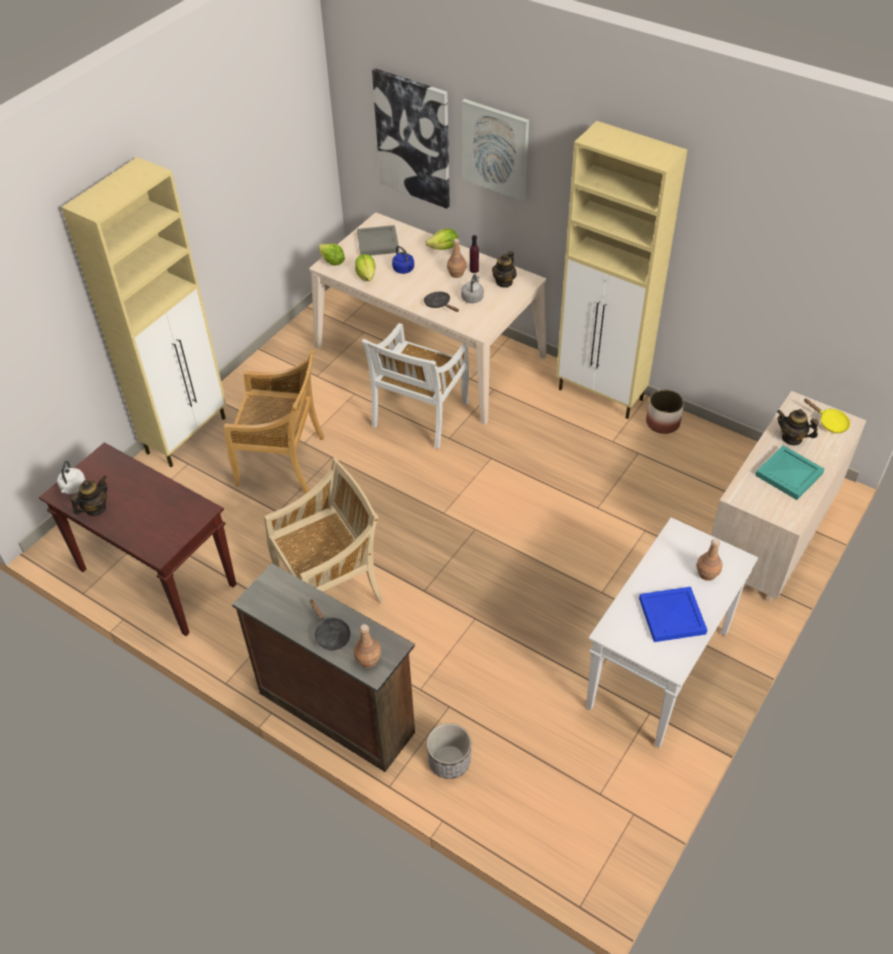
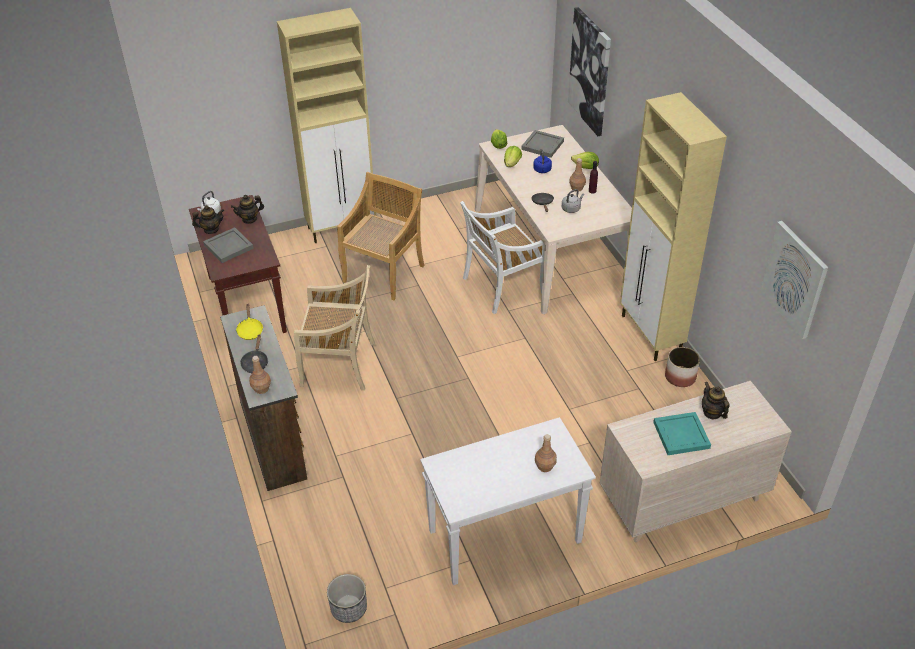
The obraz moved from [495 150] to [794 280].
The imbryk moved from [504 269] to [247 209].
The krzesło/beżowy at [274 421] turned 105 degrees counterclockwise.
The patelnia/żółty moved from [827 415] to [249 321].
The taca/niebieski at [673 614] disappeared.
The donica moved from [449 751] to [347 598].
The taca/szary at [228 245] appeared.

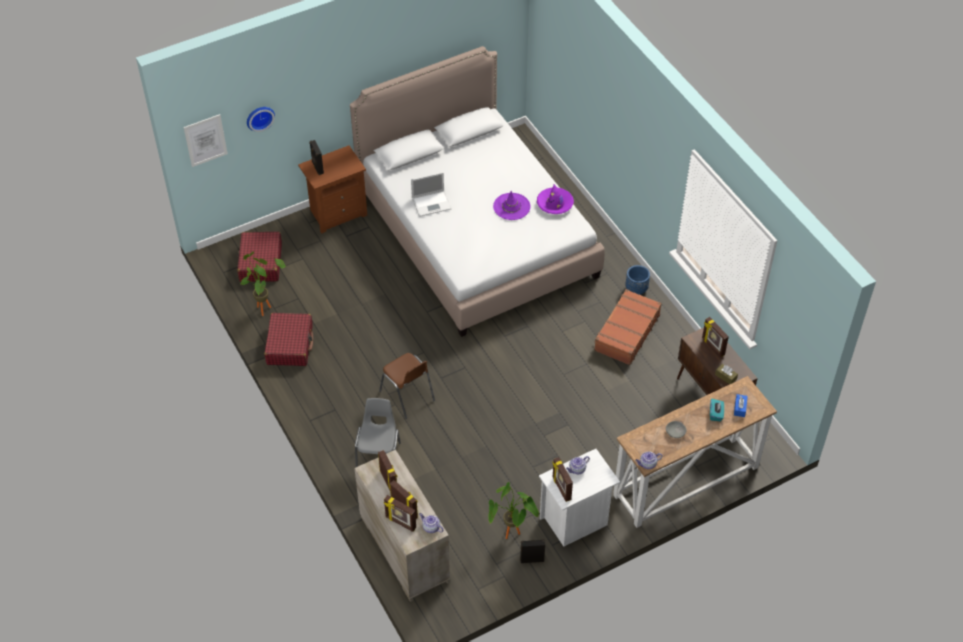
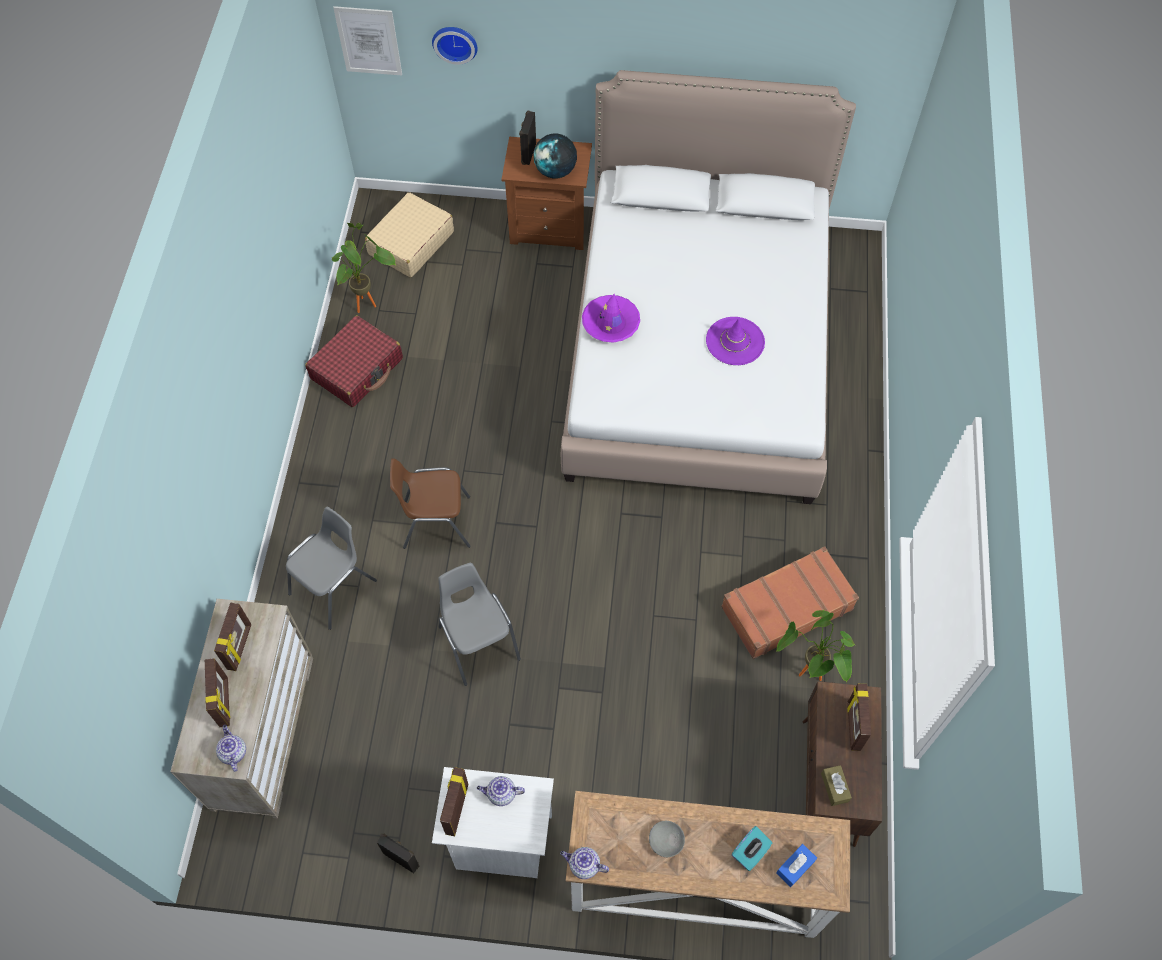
The laptop at [431 194] disappeared.
The kapelusz/fioletowy moved from [555 199] to [611 318].
The walizka/czerwony at [259 256] became the walizka/beżowy at [409 234].
The donica/niebieski at [637 280] disappeared.
The krzesło/brązowy at [407 386] turned 90 degrees clockwise.
The roślina doniczkowa moved from [513 510] to [815 646].
The ramka na zdjęcie at [400 513] disappeared.
The globus at [555 156] appeared.
The krzesło/szary at [479 624] appeared.

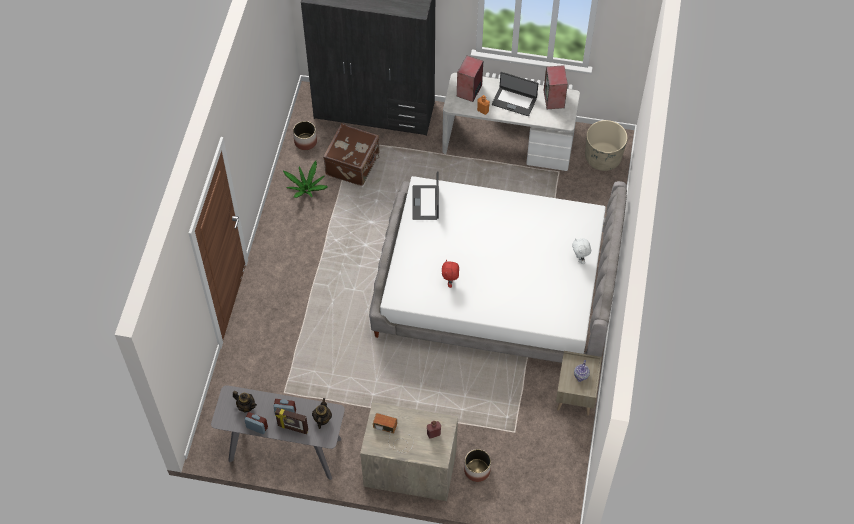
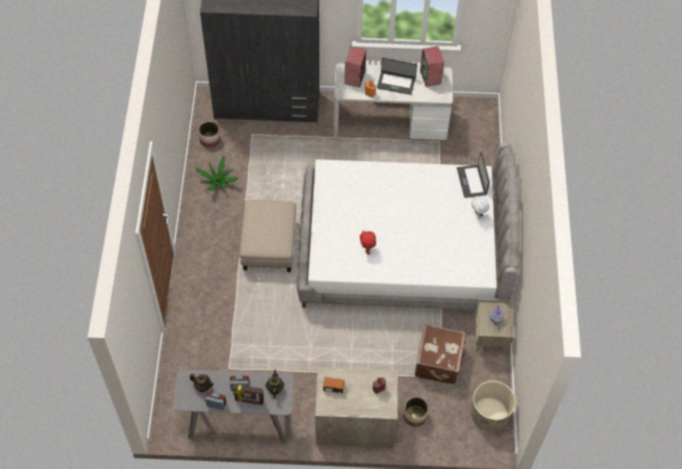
The donica/beżowy moved from [606 145] to [493 406].
The walizka/brązowy moved from [351 154] to [440 354].
The laptop moved from [426 195] to [473 175].
The pufa/beżowy at [267 236] appeared.

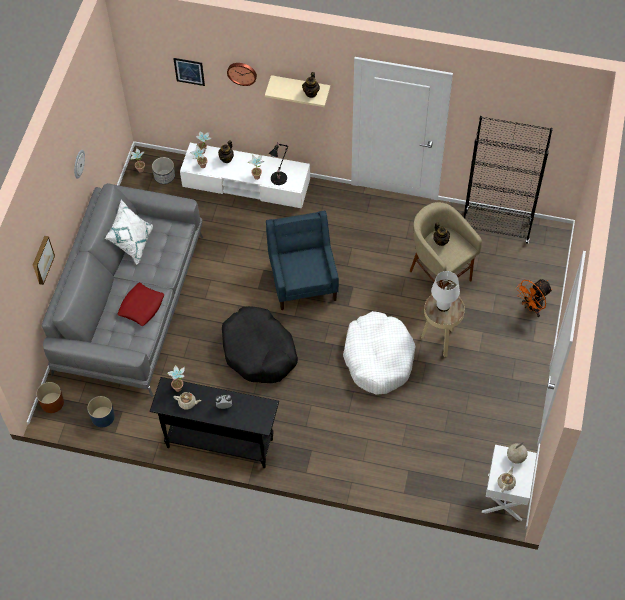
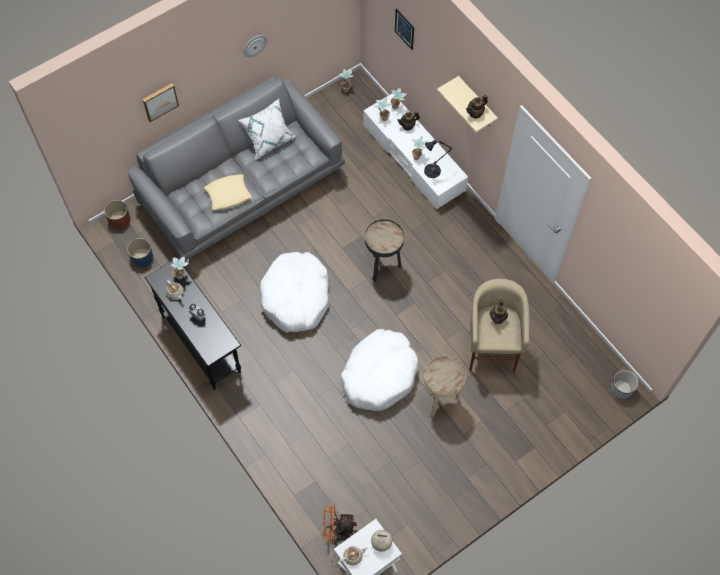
The zegar ścienny at [242 74] disappeared.
The regał/czarny at [508 180] disappeared.
The donica moved from [163 170] to [624 384].
The fotel/niebieski at [302 260] was replaced by the stolik/czarny at [384 250].
The lampa stołowa/biały at [445 291] disappeared.
The wentylator/pomarańczowy moved from [534 298] to [340 524].
The poduszka/czerwony at [140 304] became the poduszka/beżowy at [228 192].
The legowisko/czarny at [260 344] became the legowisko/biały at [294 292].

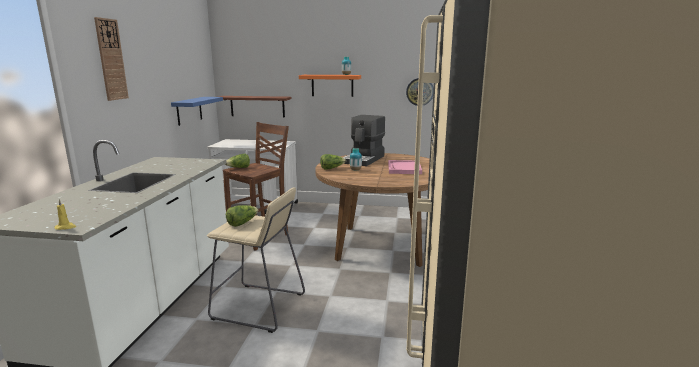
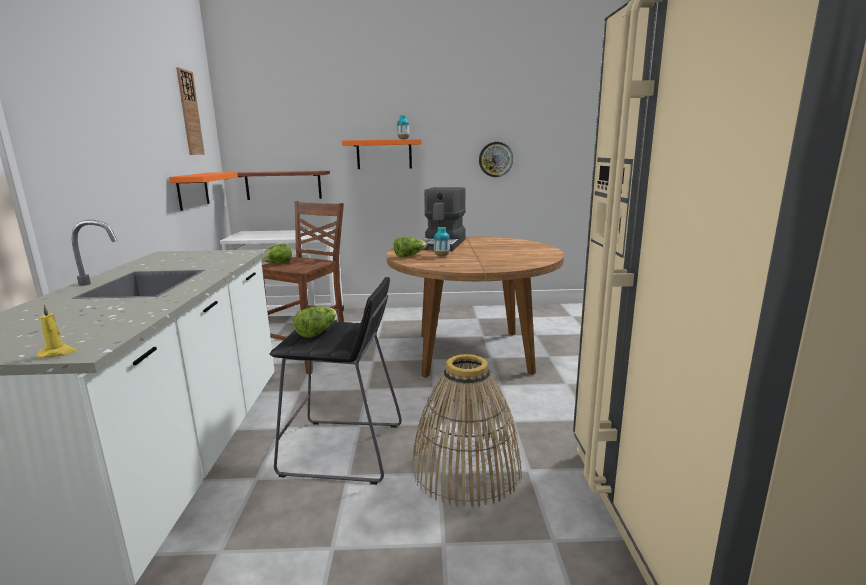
The zegar ścienny moved from [111 59] to [190 111].
The półka/niebieski at [197 111] became the półka/pomarańczowy at [203 191].
The taca/różowy at [405 167] disappeared.
The stołek/beżowy at [256 260] became the stołek/czarny at [336 381].
The koszyk at [467 430] appeared.

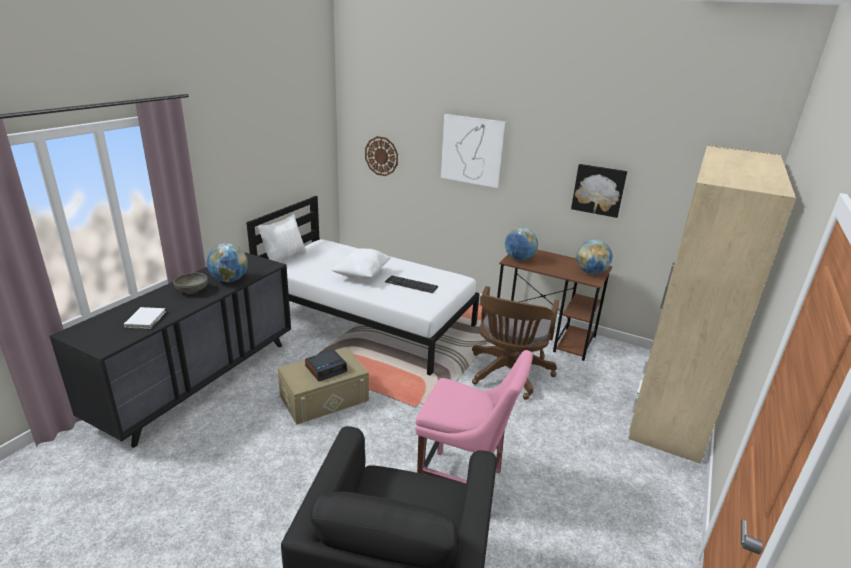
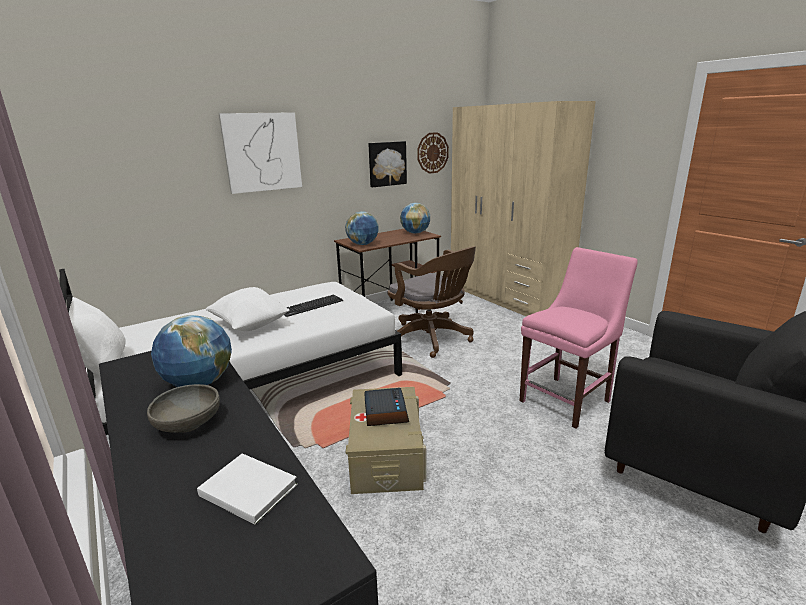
The zegar ścienny moved from [381 156] to [433 153].

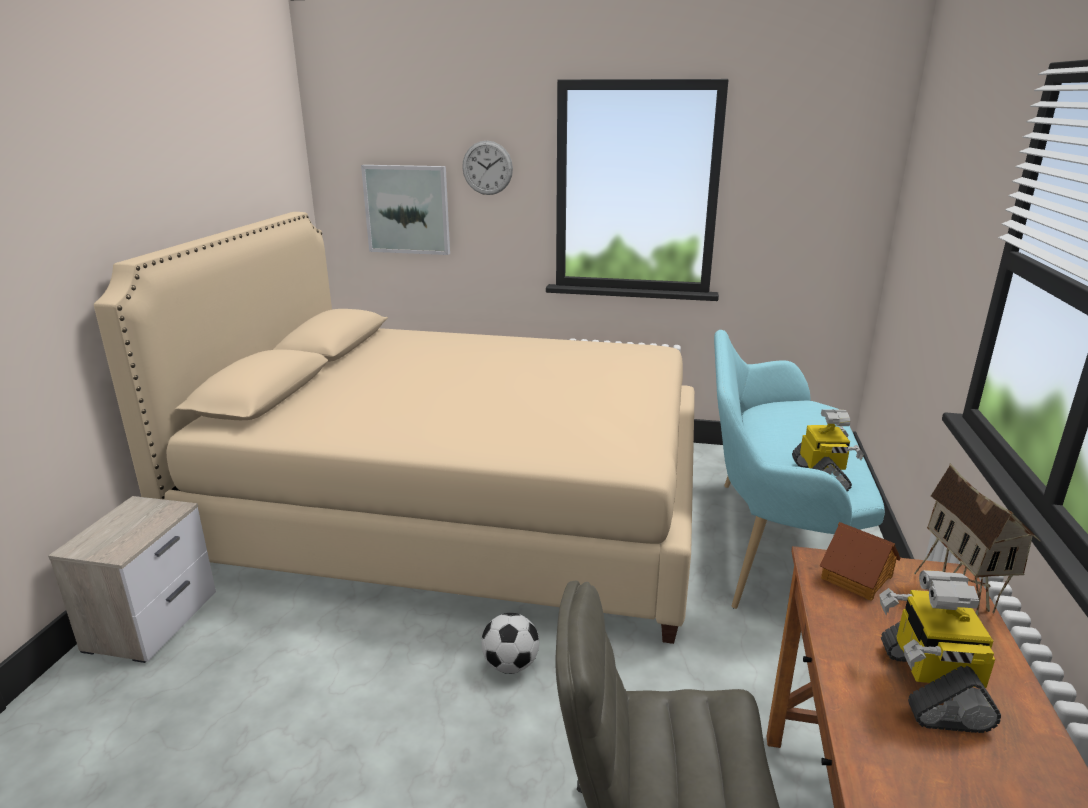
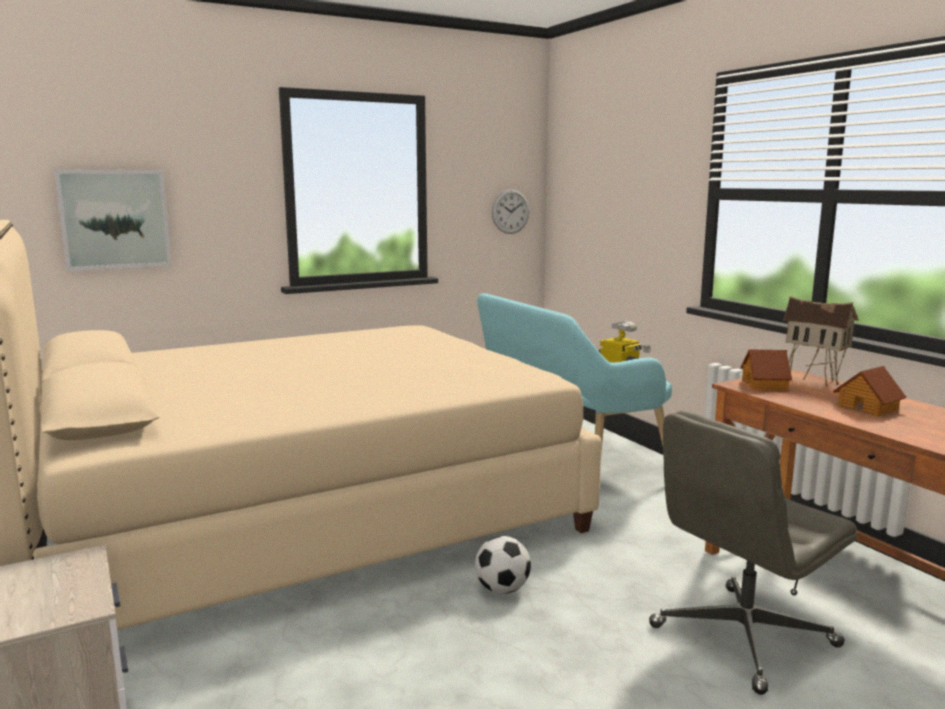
The zegar ścienny moved from [487 168] to [510 211].
The robot zabawkowy at [940 651] was replaced by the domek at [870 391].

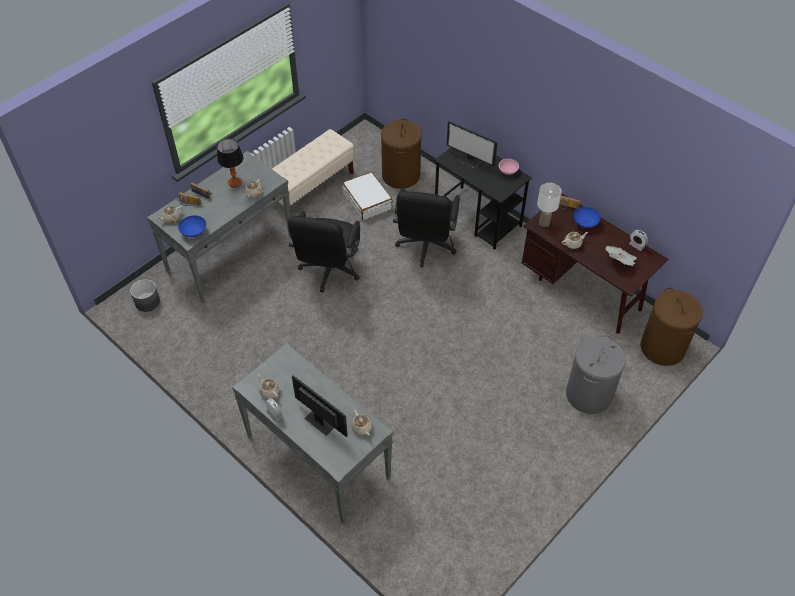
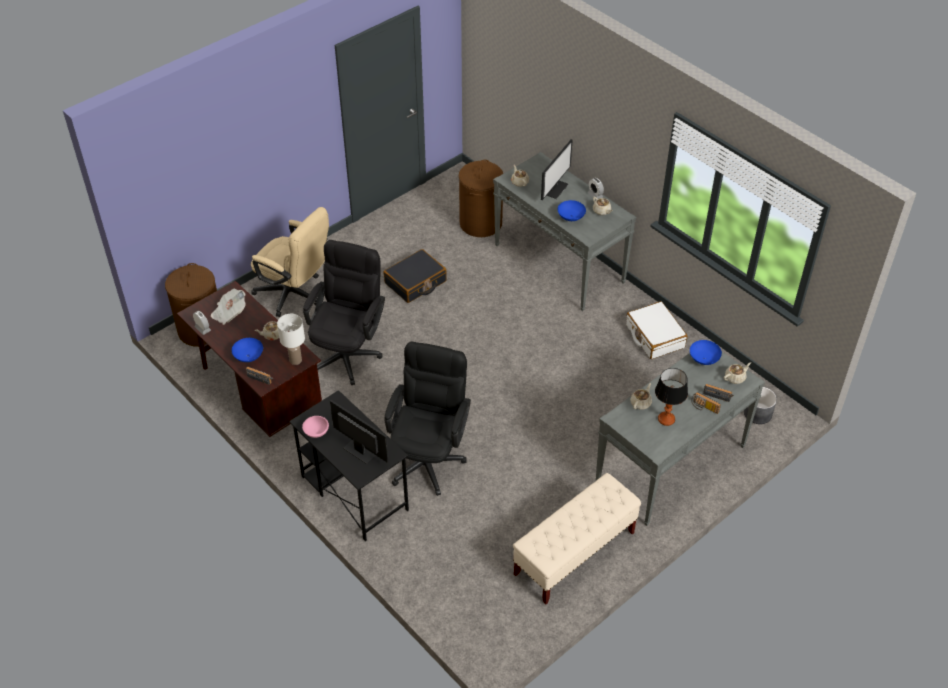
The kosz na pranie/brązowy moved from [401 153] to [481 198].
The walizka/biały moved from [367 196] to [657 330].
The krzesło biurowe/czarny moved from [324 252] to [344 312].
The kosz na pranie/szary at [596 374] was replaced by the krzesło biurowe/beżowy at [290 262].
The monitor at [320 406] turned 105 degrees counterclockwise.
The miska/niebieski at [571 210] appeared.
The walizka/czarny at [415 276] appeared.

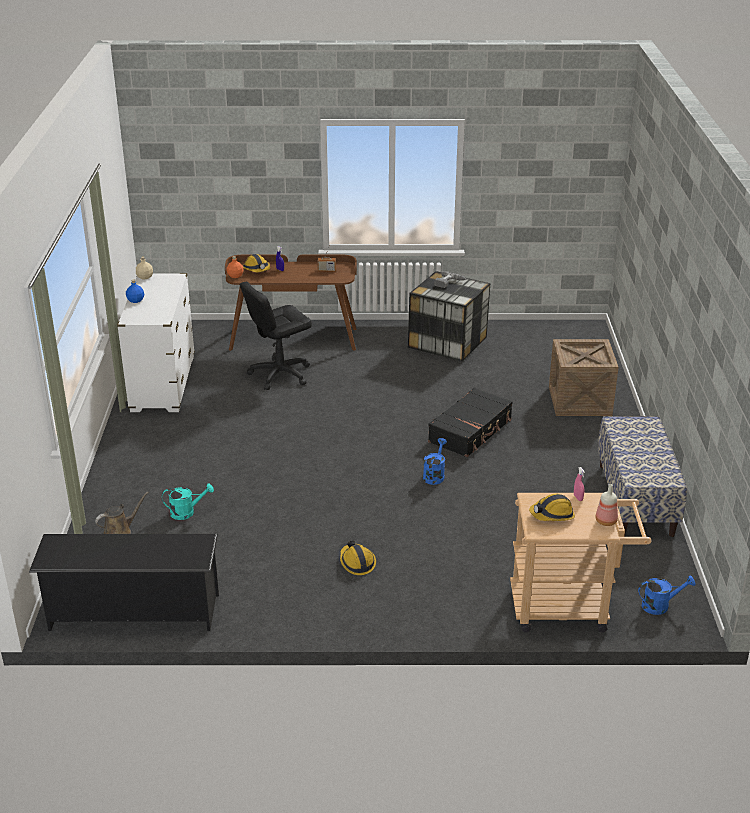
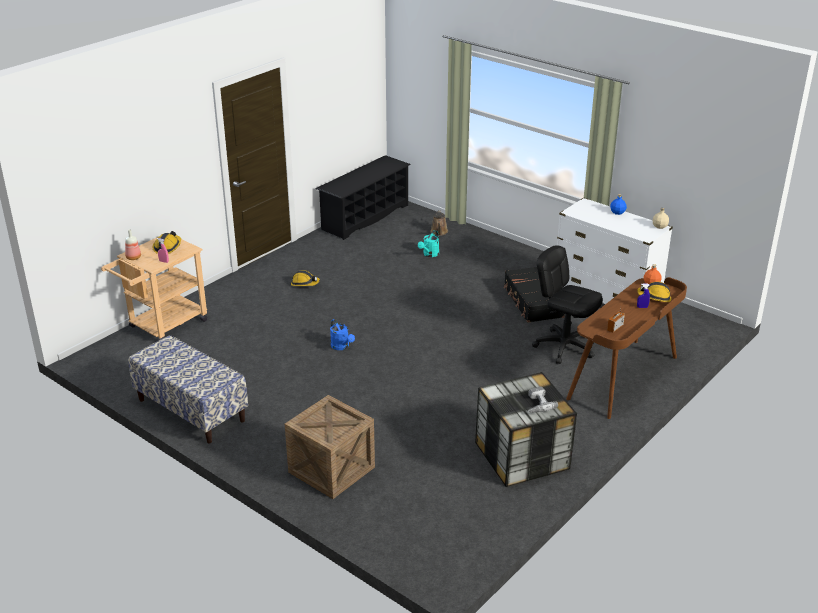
The krzesło biurowe/czarny at [276 335] turned 60 degrees counterclockwise.
The walizka/czarny moved from [470 422] to [534 295].
The konewka/niebieski at [667 595] disappeared.

